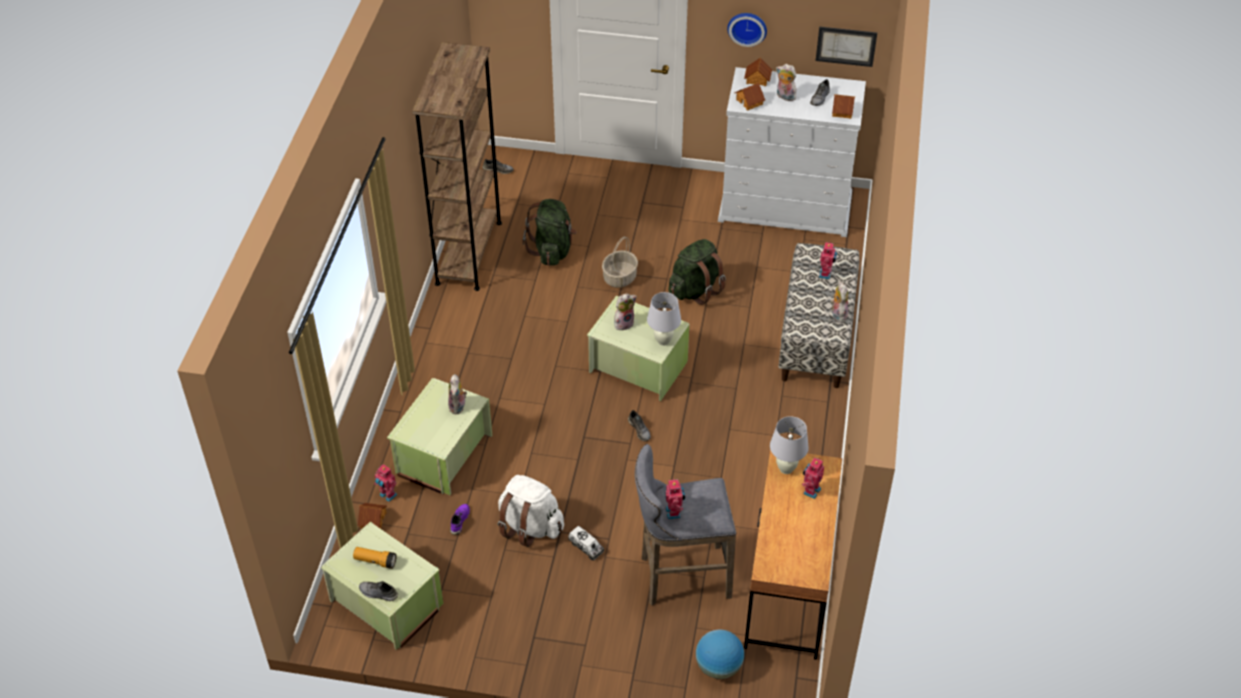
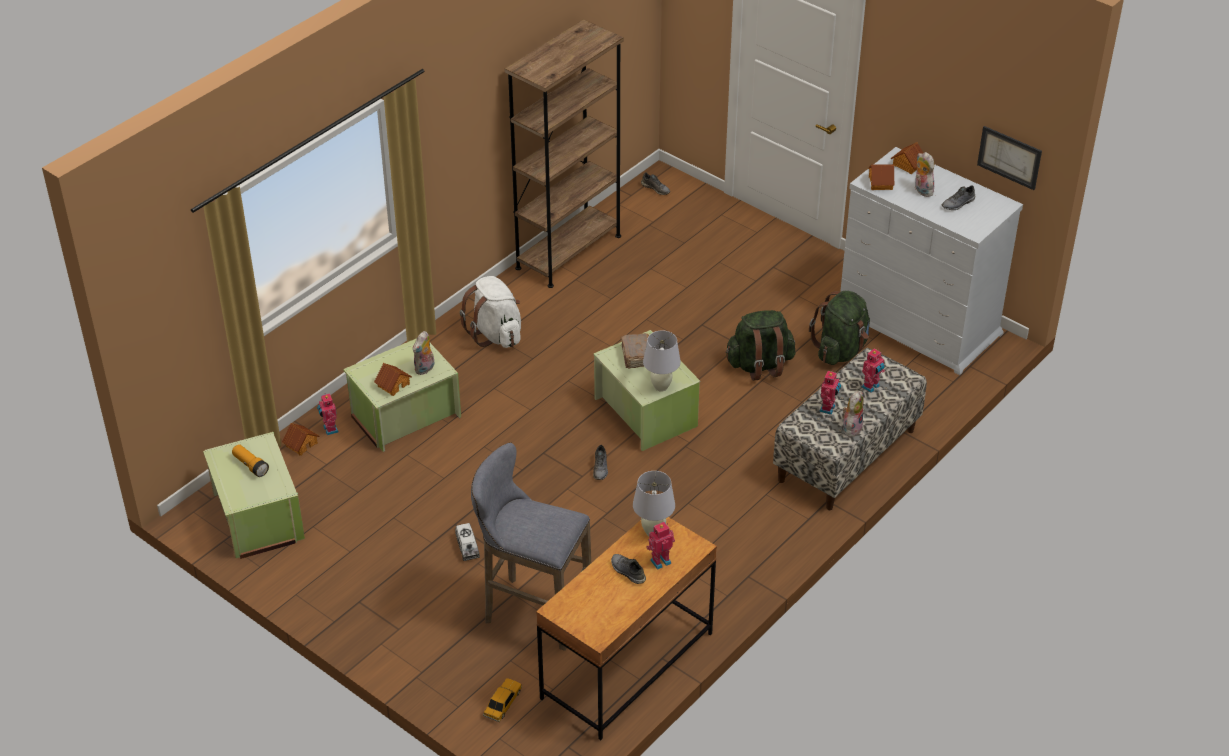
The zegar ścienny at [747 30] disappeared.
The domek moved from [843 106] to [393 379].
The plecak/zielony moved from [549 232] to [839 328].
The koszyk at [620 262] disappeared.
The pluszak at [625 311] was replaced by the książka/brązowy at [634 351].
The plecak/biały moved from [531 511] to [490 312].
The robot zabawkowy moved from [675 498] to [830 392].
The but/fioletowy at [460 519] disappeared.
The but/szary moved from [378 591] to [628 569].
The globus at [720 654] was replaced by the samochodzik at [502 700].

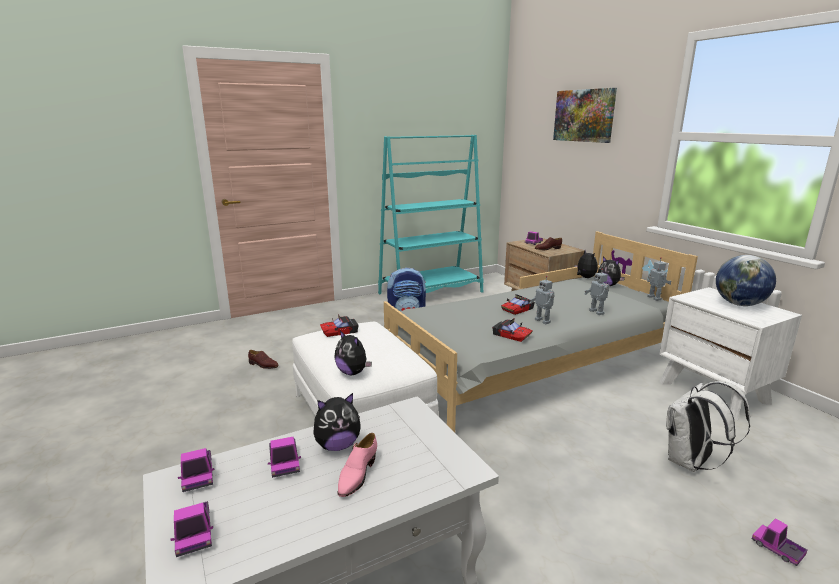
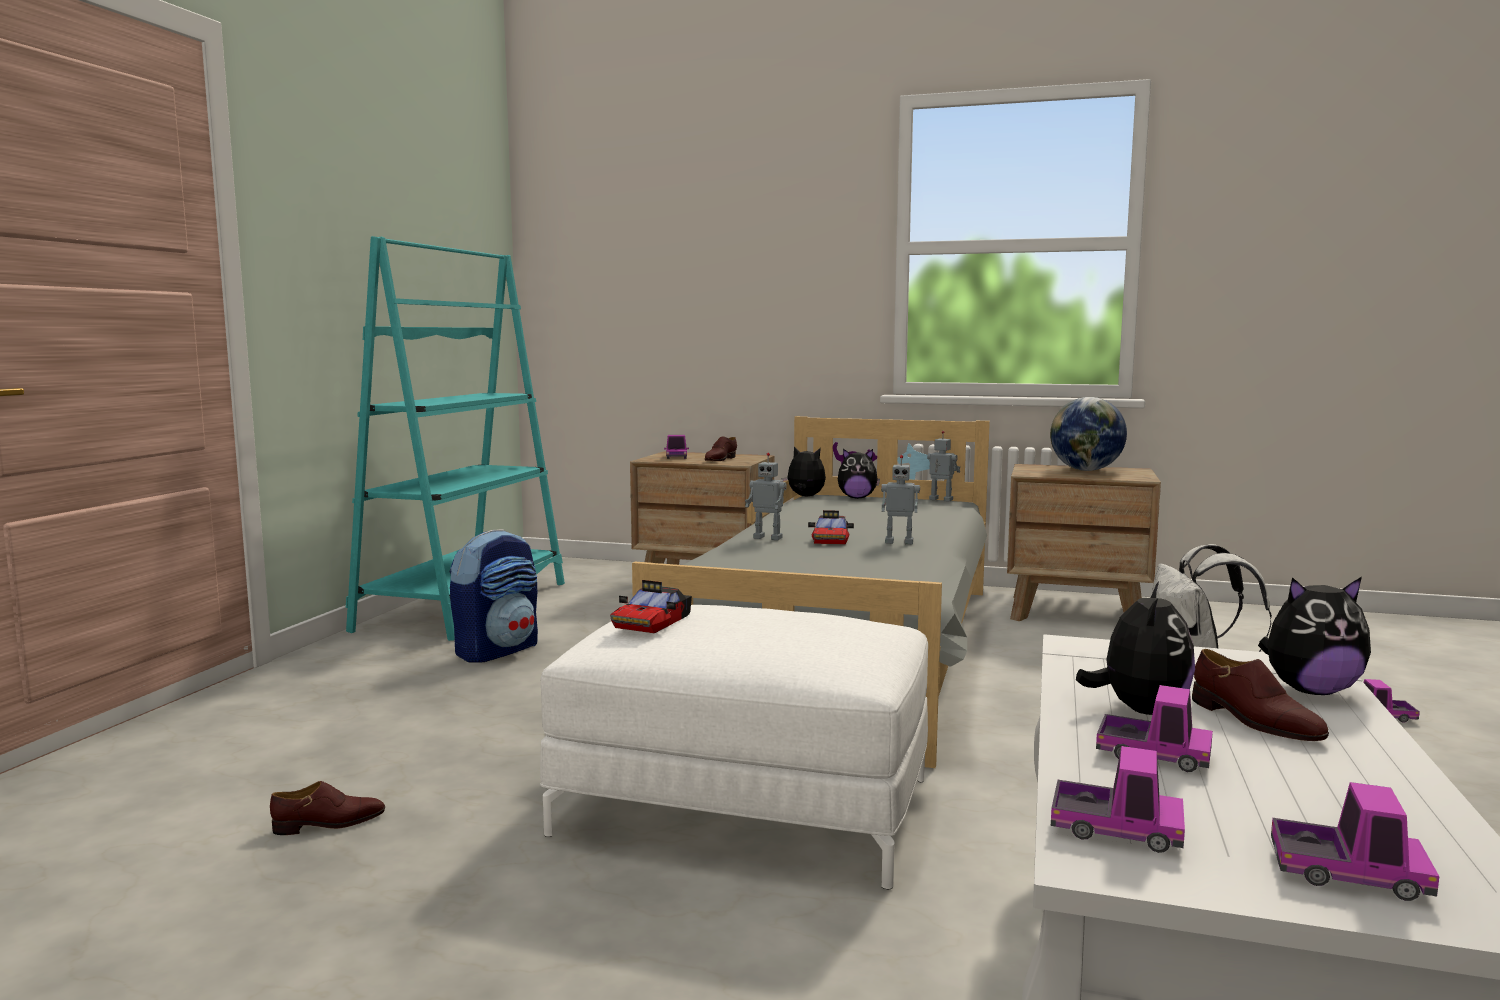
The obraz at [585 115] disappeared.
The robot zabawkowy moved from [597 291] to [766 496].
The szafka nocna/biały at [731 353] became the szafka nocna/brązowy at [1084 542].
The samochodzik at [512 330] disappeared.
The pluszak moved from [353 352] to [1314 636].
The but/różowy at [357 465] became the but/brązowy at [1260 695].

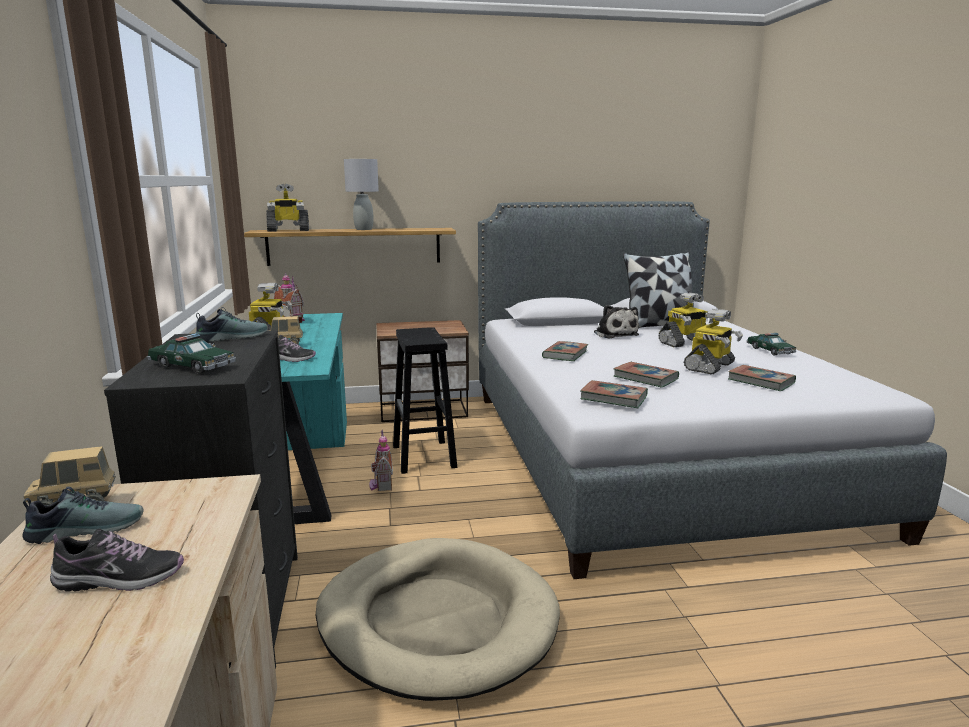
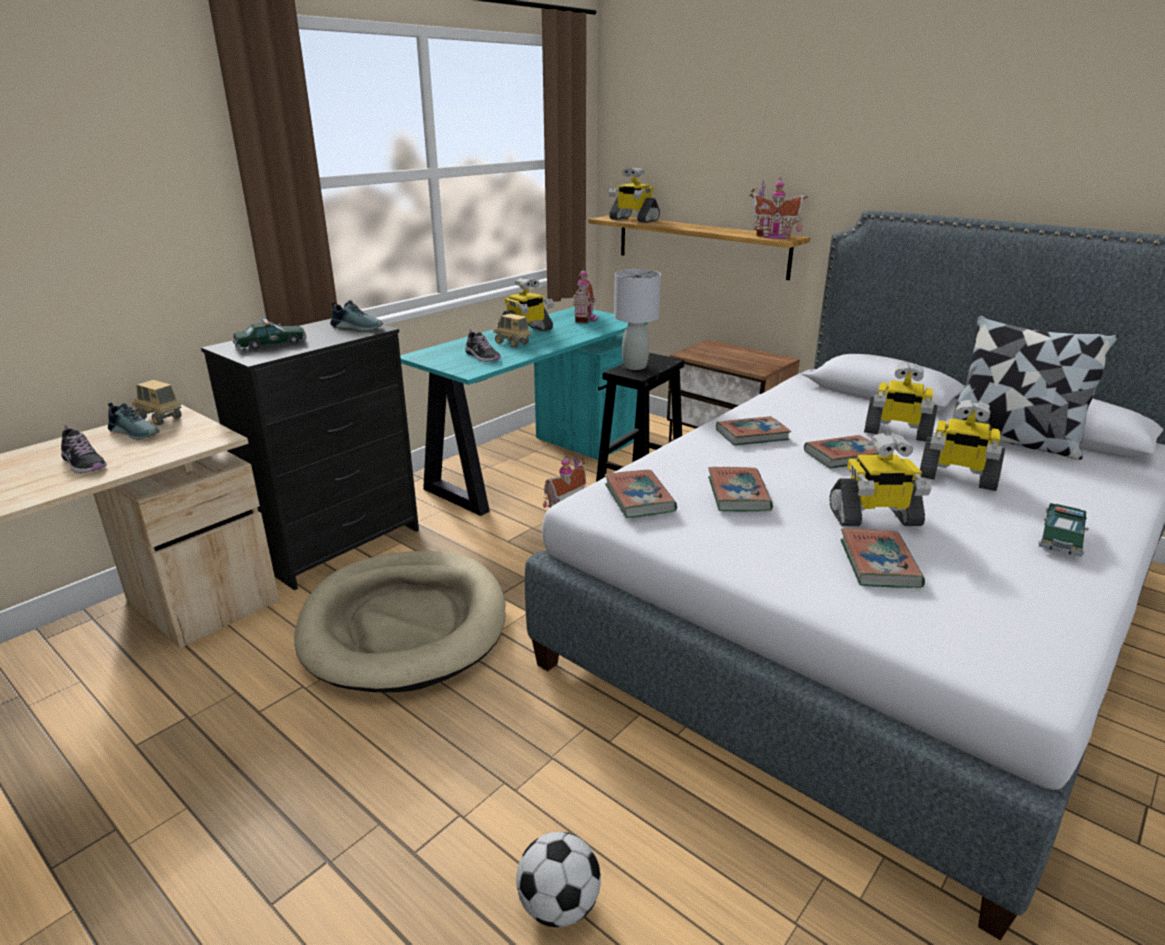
The lampa stołowa/szary moved from [361 194] to [637 319].
The pluszak at [616 322] was replaced by the robot zabawkowy at [900 402].
The samochodzik at [191 353] turned 105 degrees counterclockwise.
The domek at [779 208] appeared.
The książka at [842 452] appeared.
The piłka futbolowa at [558 879] appeared.

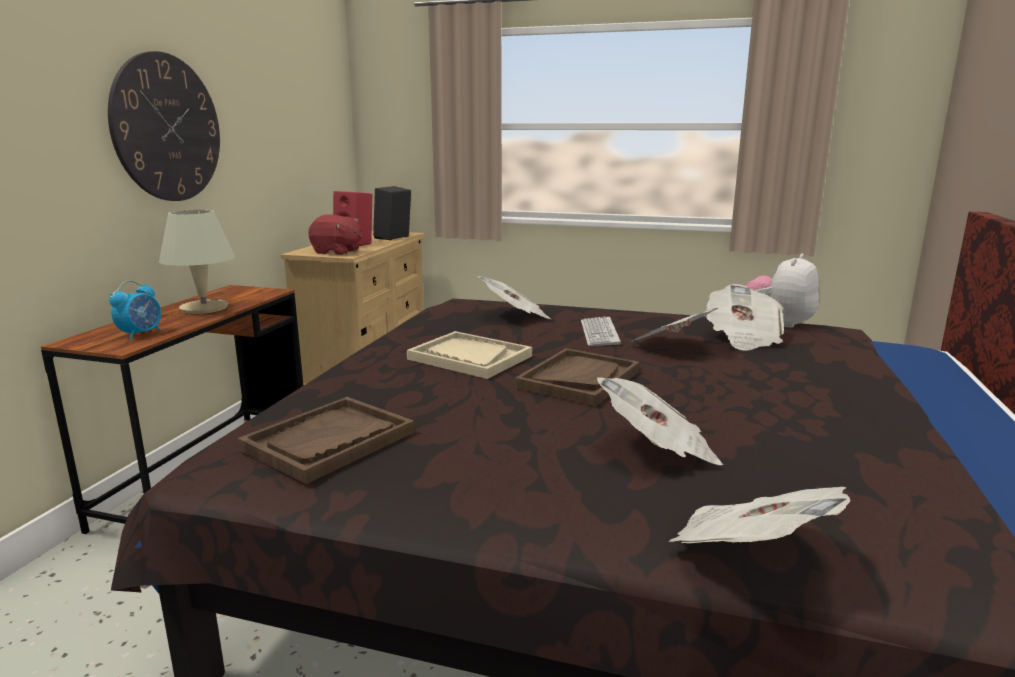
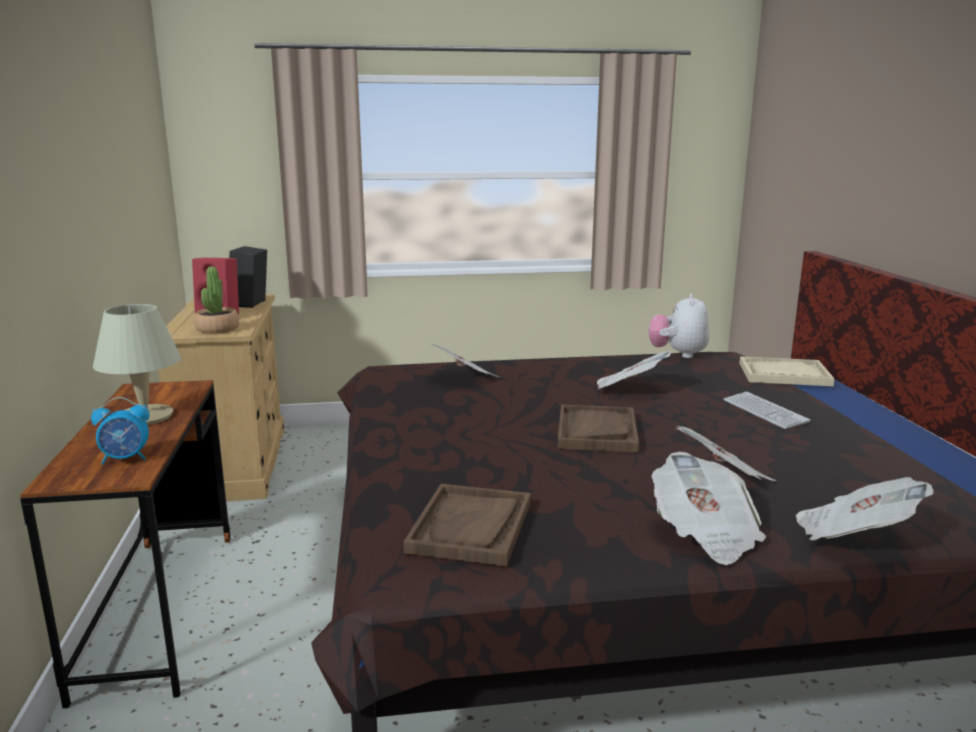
The zegar ścienny at [164 126] disappeared.
The pluszak/czerwony at [335 235] was replaced by the roślina doniczkowa at [216 300].
The budzik at [135 310] turned 75 degrees clockwise.
The gazeta moved from [744 317] to [709 508].
The klawiatura moved from [601 331] to [766 410].
The taca/beżowy moved from [469 355] to [787 371].

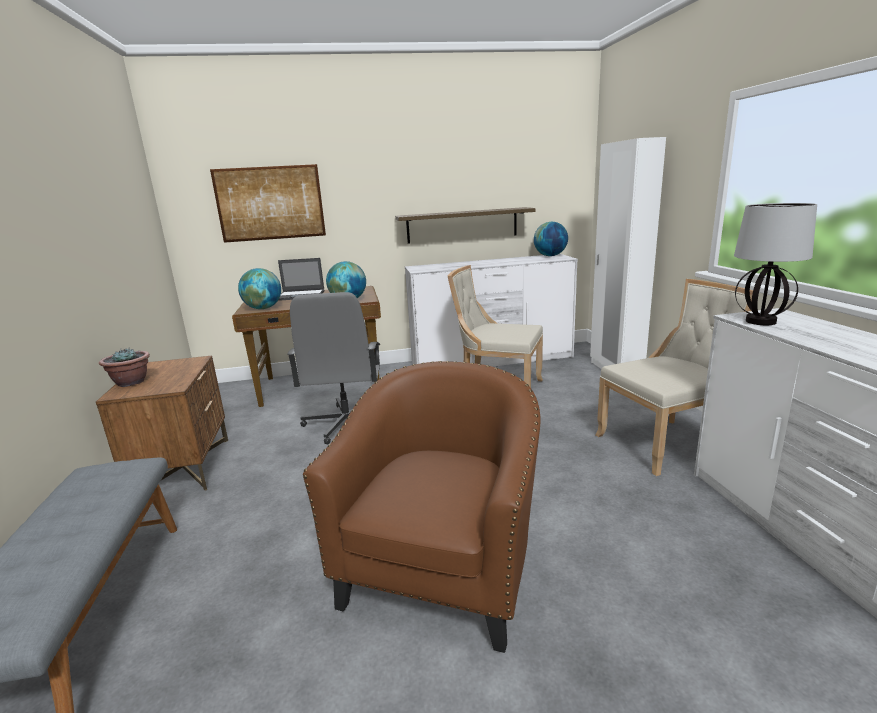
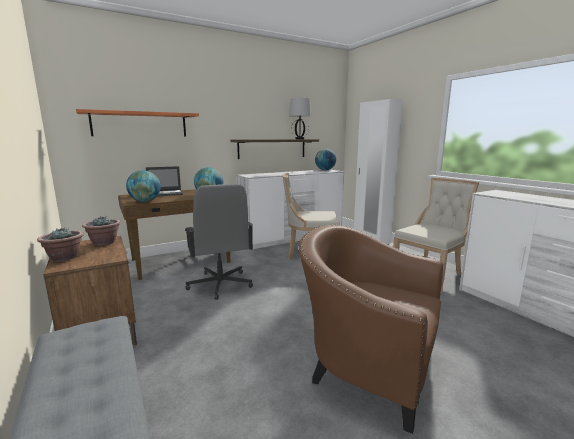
The obraz at [268 203] was replaced by the półka/pomarańczowy at [137 122].
The lampa stołowa moved from [775 264] to [300 118].
The fotel/brązowy at [421 507] turned 60 degrees counterclockwise.
The roślina doniczkowa at [101 231] appeared.

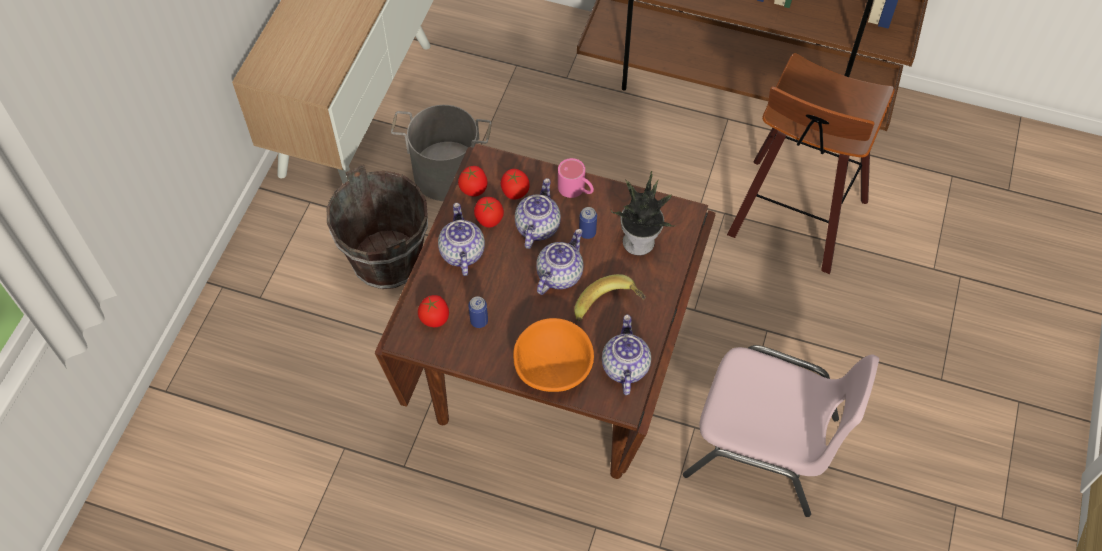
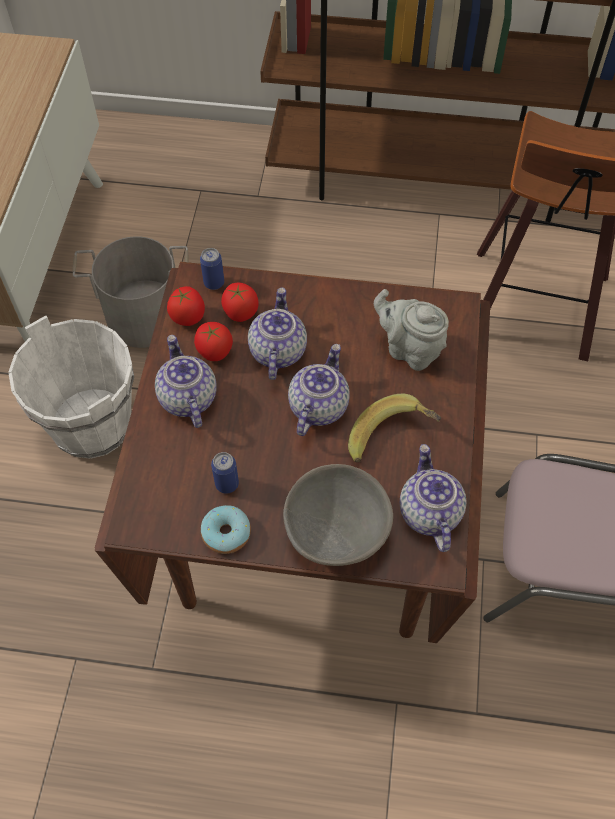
The kubek/różowy at [576 178] disappeared.
The wiadro/brązowy at [377 227] became the wiadro/biały at [71 386].
The roślina doniczkowa at [643 213] was replaced by the imbryk/szary at [411 330].
The puszka moved from [588 223] to [212 269].
The pomidor at [433 311] disappeared.
The miska/pomarańczowy at [553 355] became the miska/szary at [338 515].
The donut at [226 529] appeared.

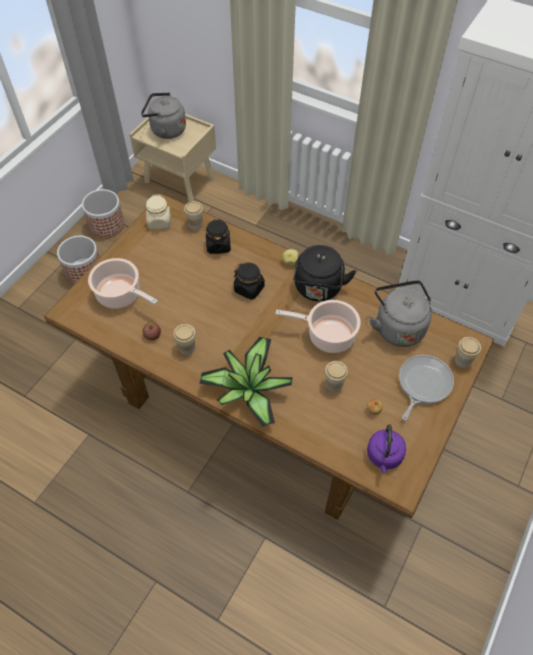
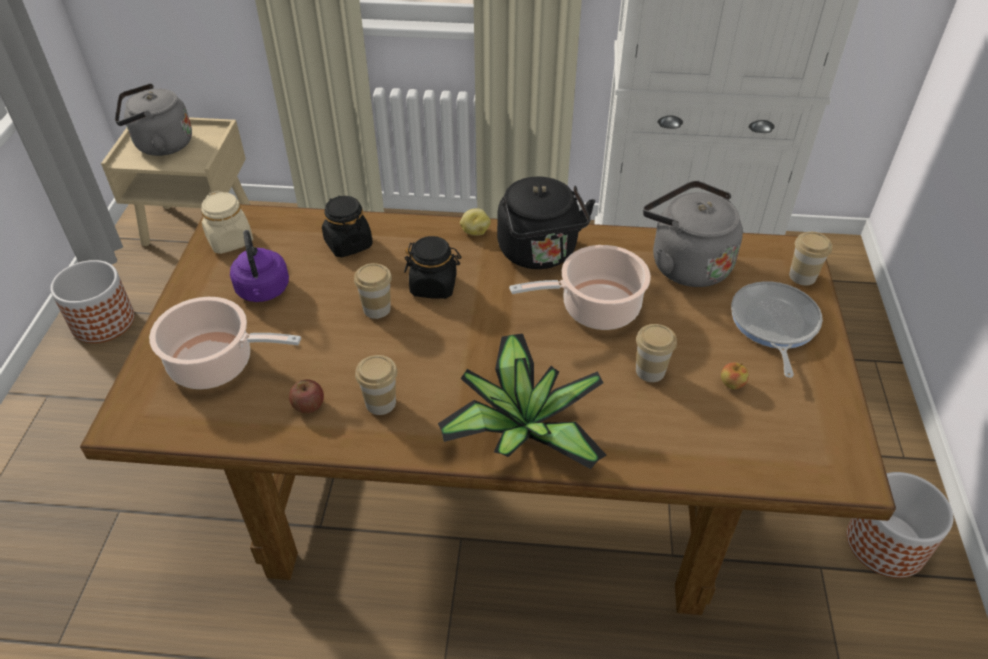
The filiżanka moved from [193 215] to [373 291].
The donica moved from [78 260] to [900 525].
The czajnik/fioletowy moved from [386 448] to [259 266].

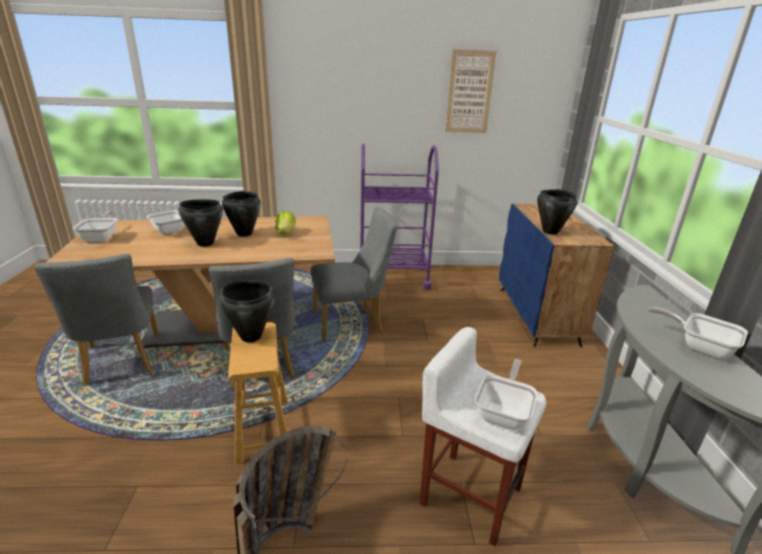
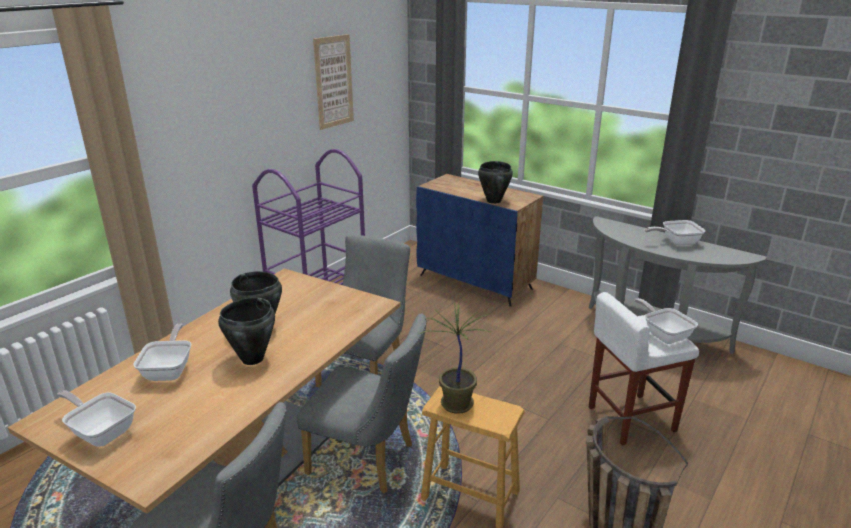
The sałata at [285 222] disappeared.
The garnek/czarny at [247 311] was replaced by the roślina doniczkowa at [455 358].

